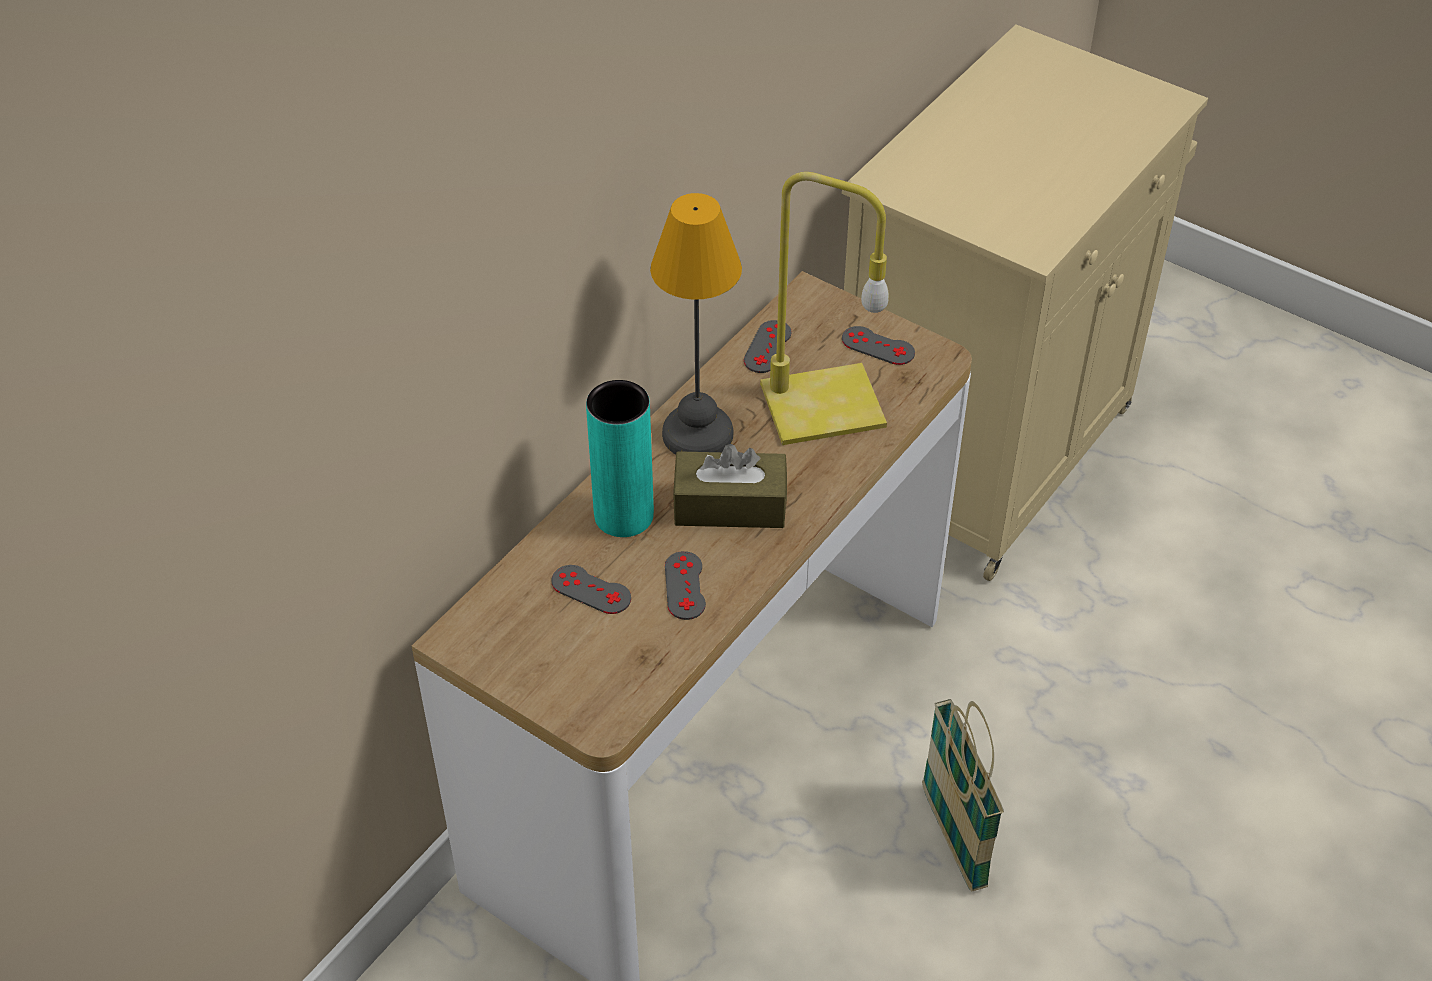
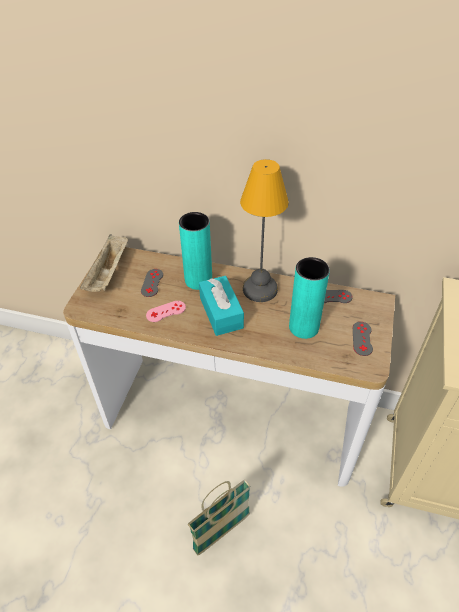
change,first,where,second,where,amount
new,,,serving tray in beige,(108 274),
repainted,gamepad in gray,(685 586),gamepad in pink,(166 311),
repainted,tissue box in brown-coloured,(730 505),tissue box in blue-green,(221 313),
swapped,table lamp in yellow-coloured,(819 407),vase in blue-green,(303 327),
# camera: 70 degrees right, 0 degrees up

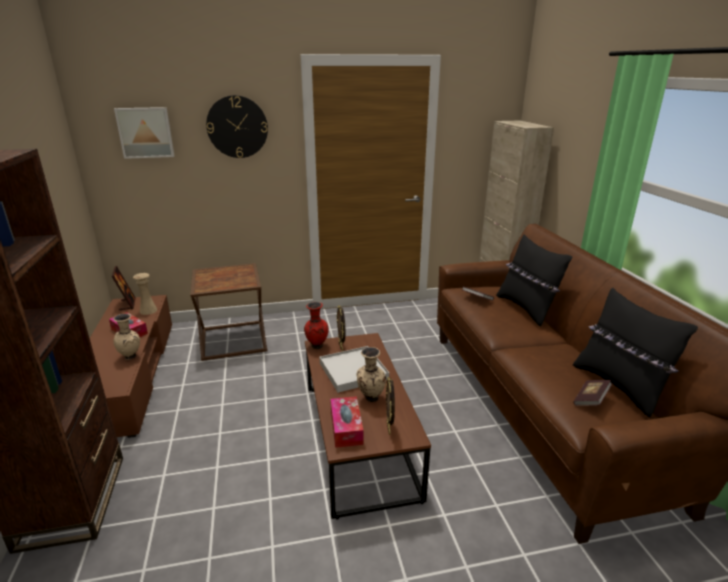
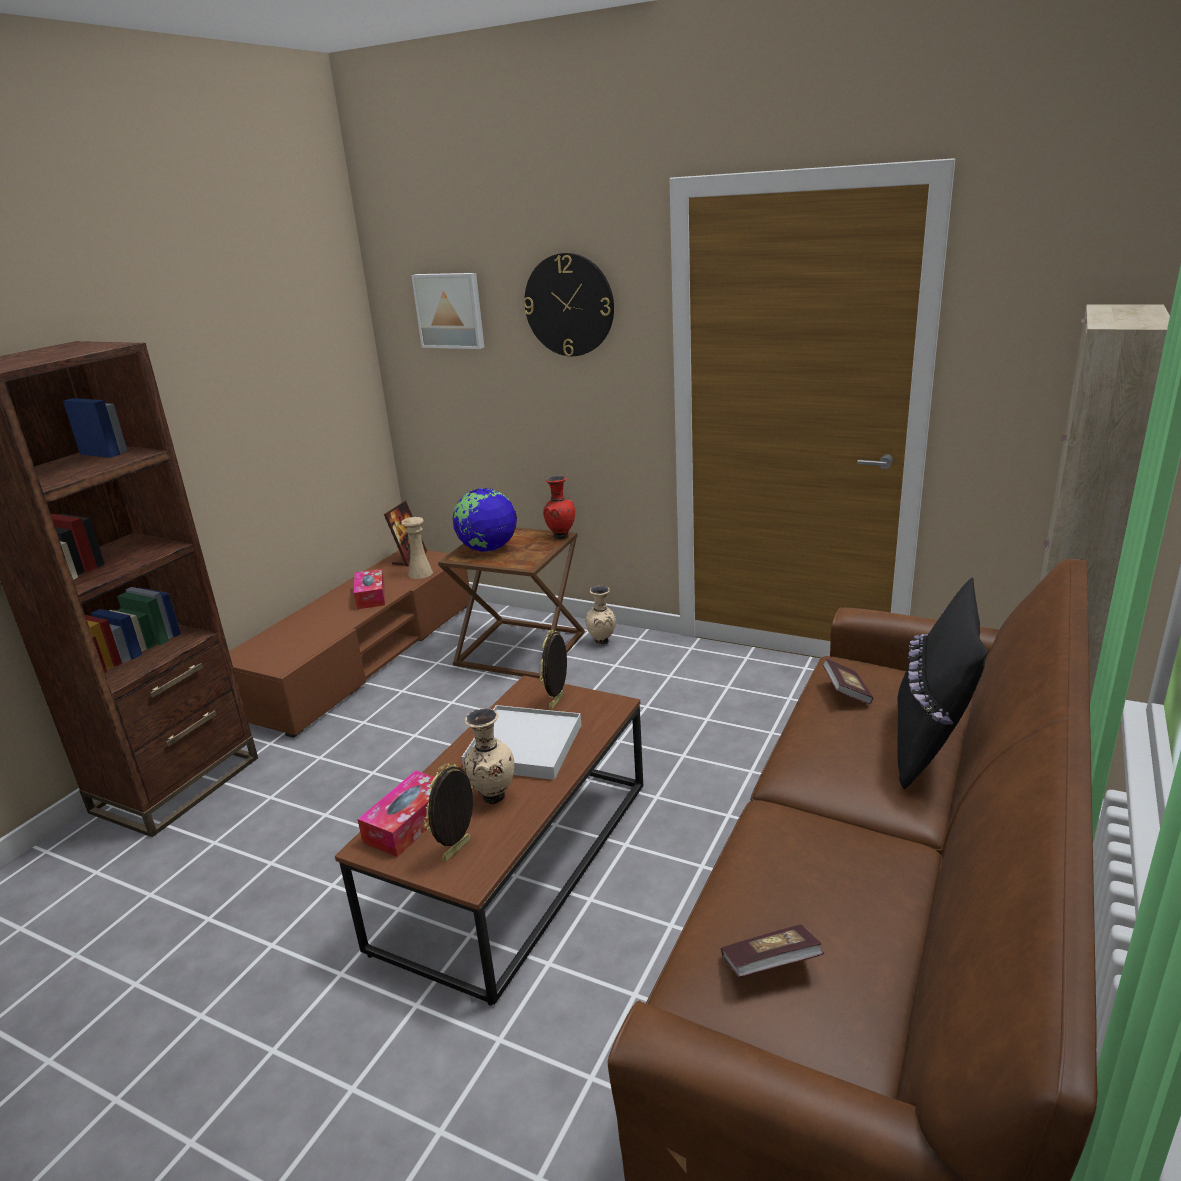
change,first,where,second,where,amount
new,,,globe,(487 549),
shifted,vase in red,(316 346),,(560 536),
shifted,vase in beige,(131 357),,(602 642),
gone,throw pillow in blackish,(619 386),,,
# camera: 40 degrees right, 0 degrees up

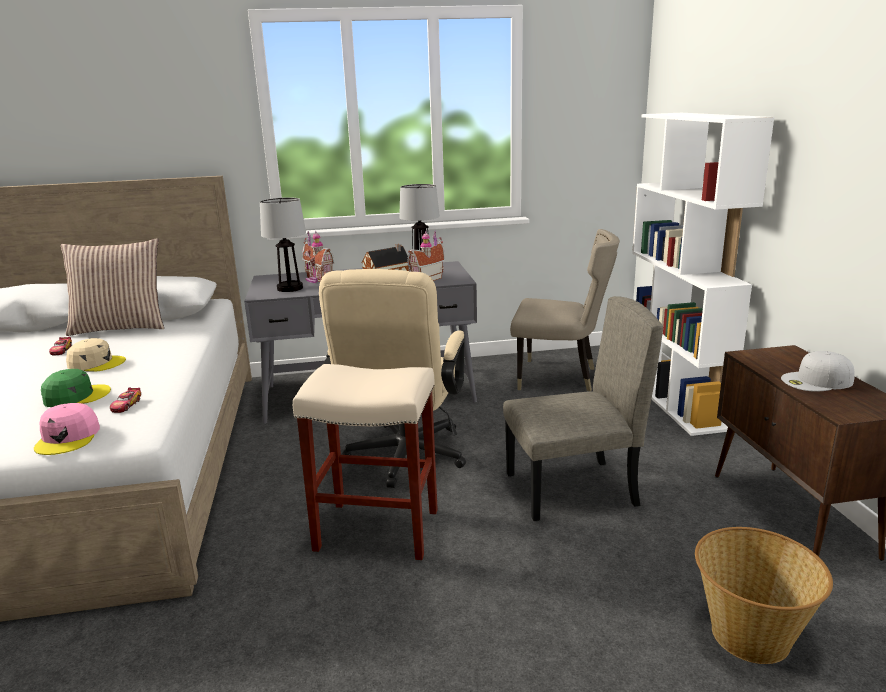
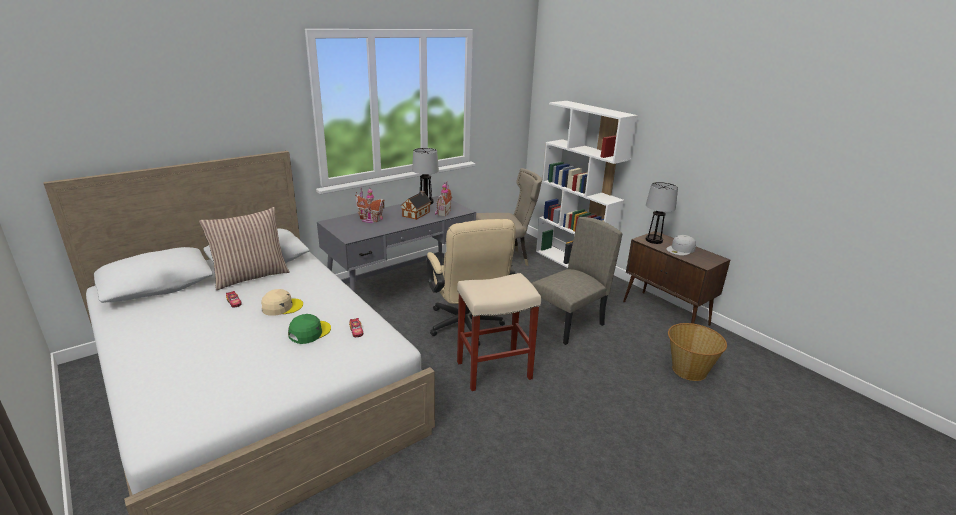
change,first,where,second,where,amount
shifted,table lamp,(289 288),,(653 240),
gone,baseball cap in pink,(68 437),,,
# camera: 30 degrees left, 5 degrees up

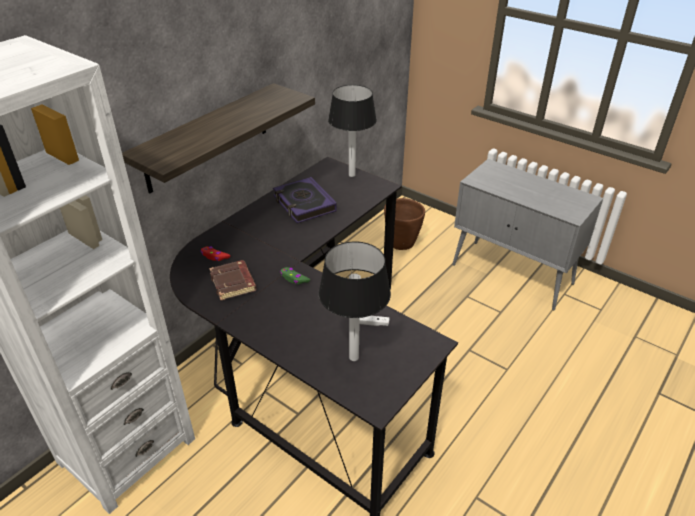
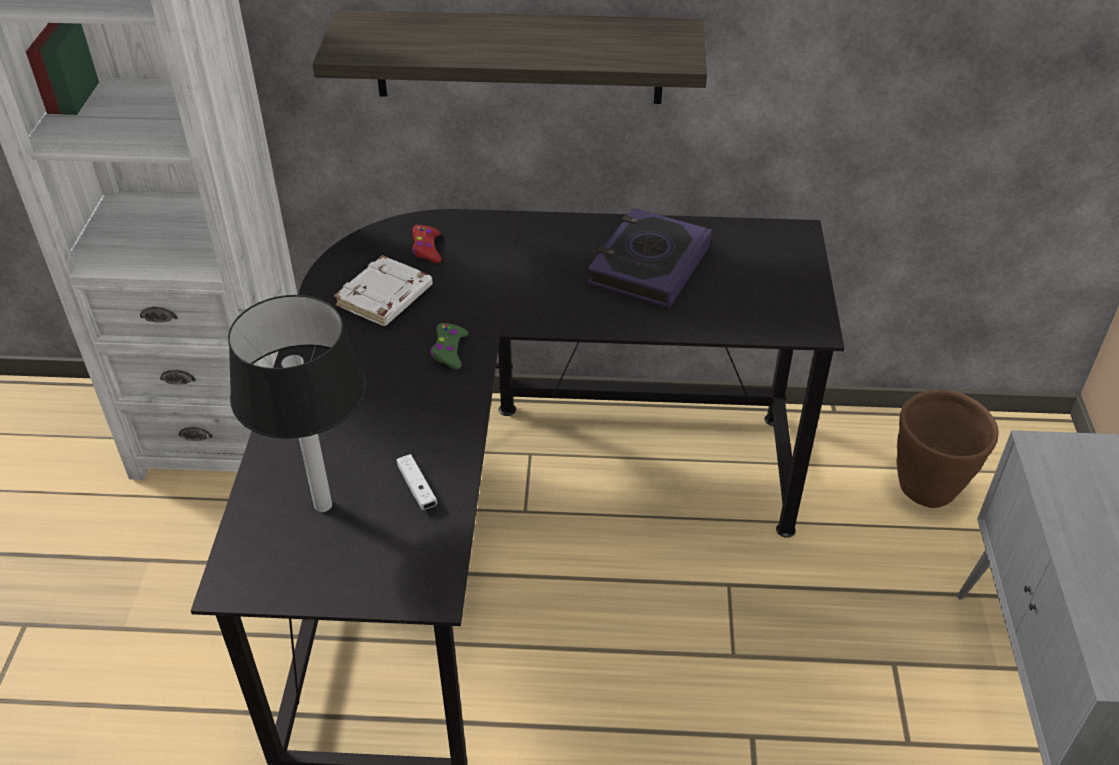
change,first,where,second,where,amount
repainted,bound book in brown-coloured,(234 283),bound book in white,(385 298),
gone,table lamp,(351 175),,,
# camera: 55 degrees right, 5 degrees up

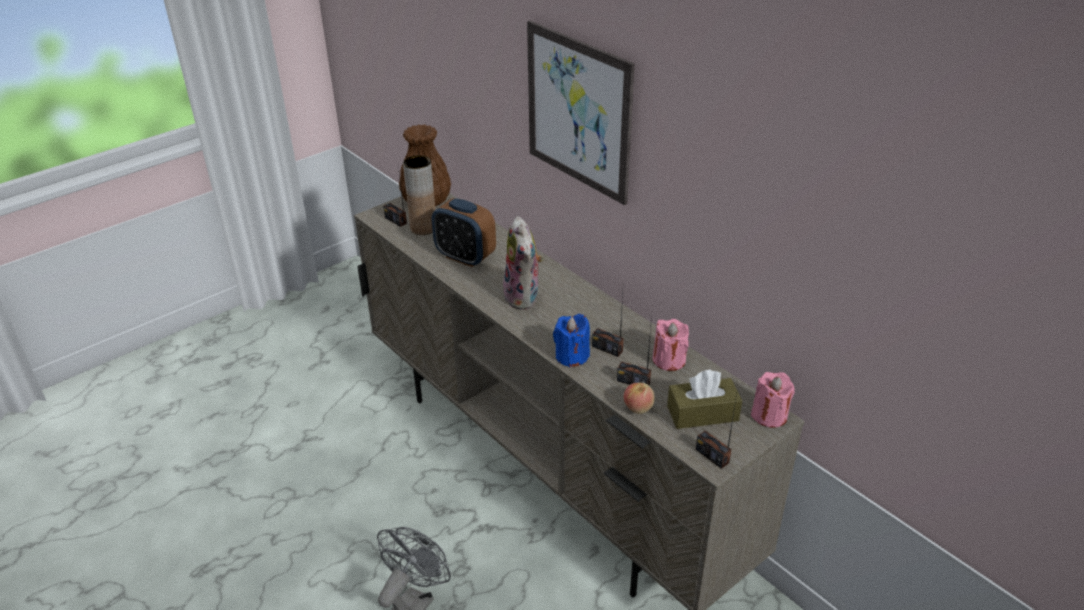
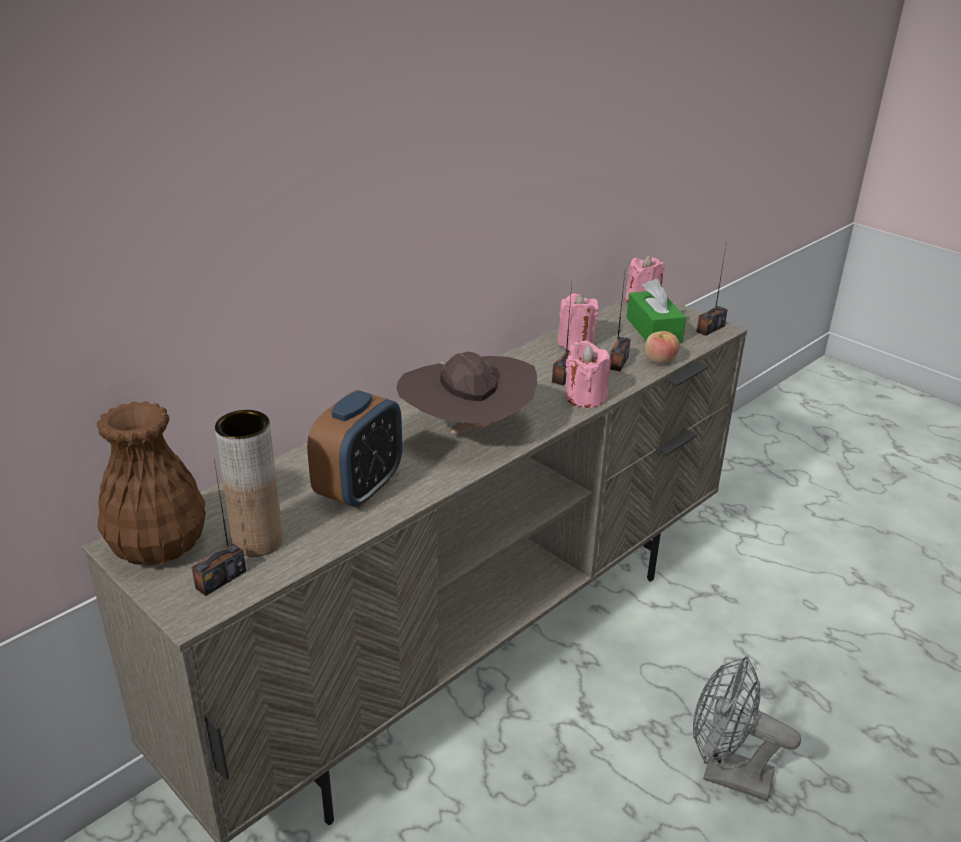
change,first,where,second,where,amount
swapped,cuddly toy,(524 297),clothing hat in brown-coloured,(467 432),
repainted,wax light in blue,(572 356),wax light in pink,(585 397),
repainted,tissue box in brown-coloured,(702 413),tissue box in greenish,(653 330),
gone,wall art,(578 112),,,
# camera: 95 degrees left, 5 degrees down

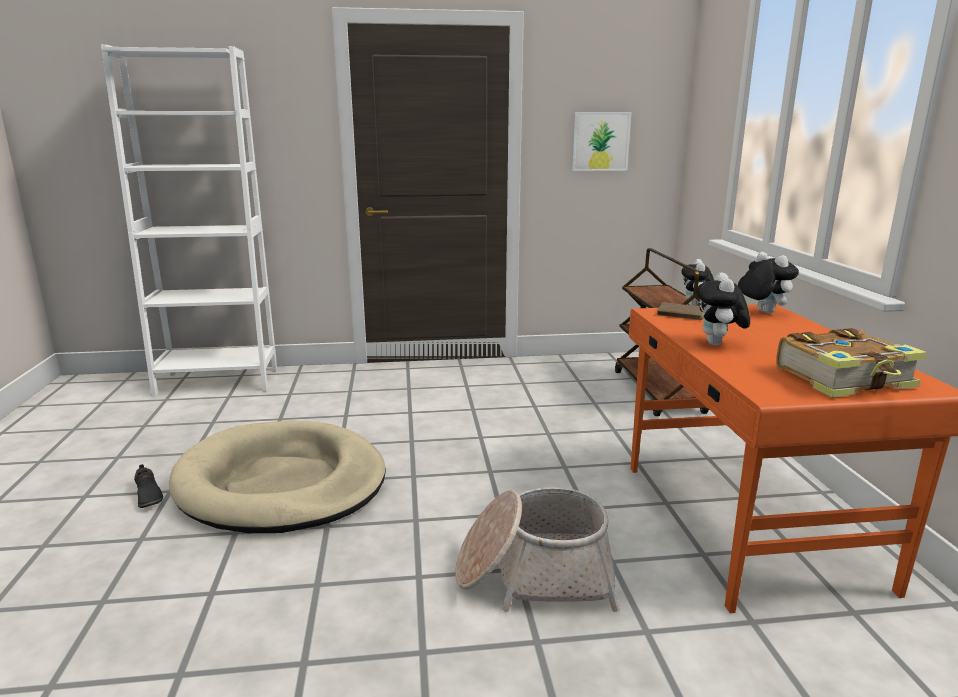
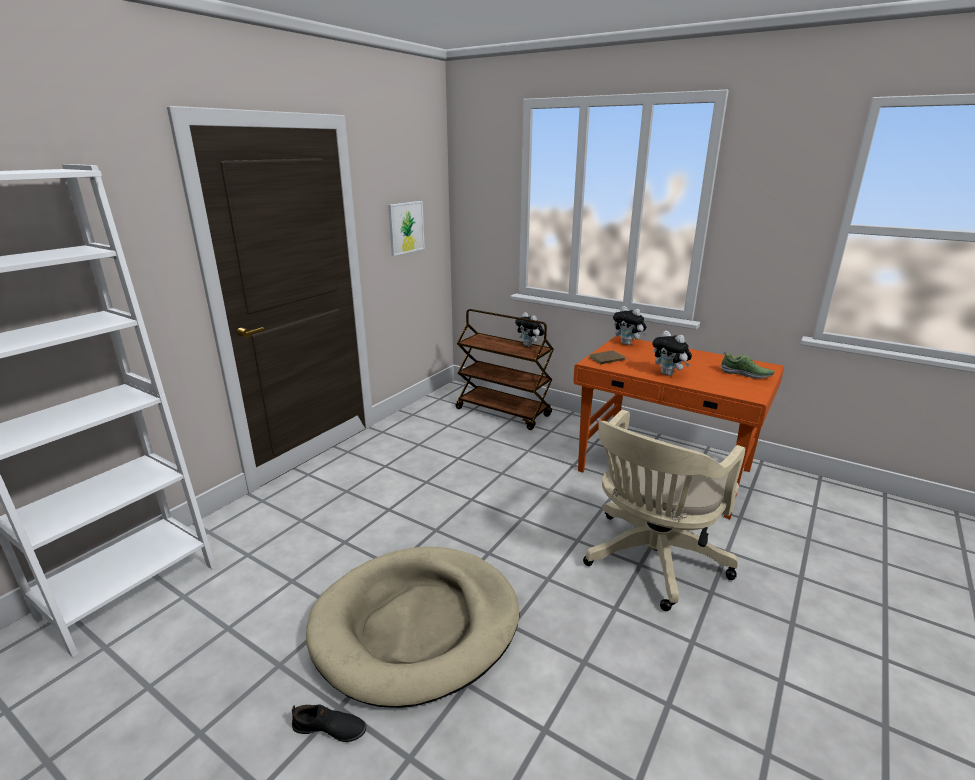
change,first,where,second,where,amount
swapped,storage basket,(534 574),office chair in beige,(651 561),
rotated,cuddly toy,(761 312),,(628 344),150 degrees counterclockwise
swapped,bound book,(845 379),item of footwear,(745 374),
# camera: 50 degrees left, 5 degrees up

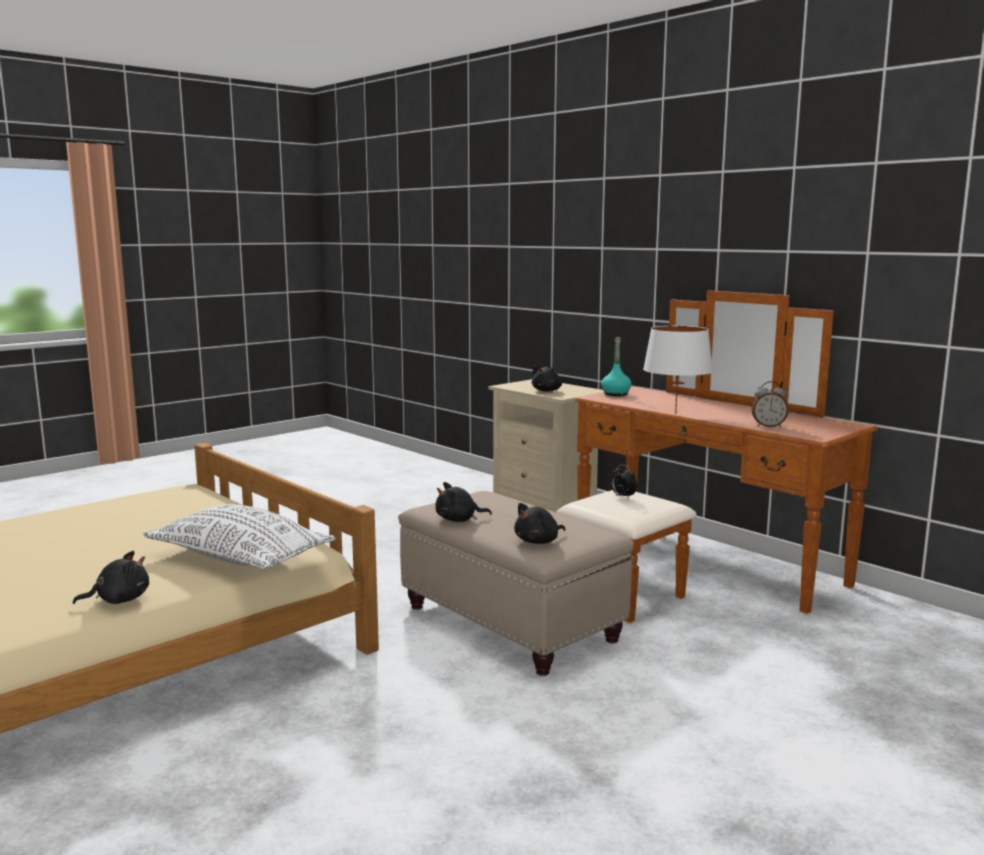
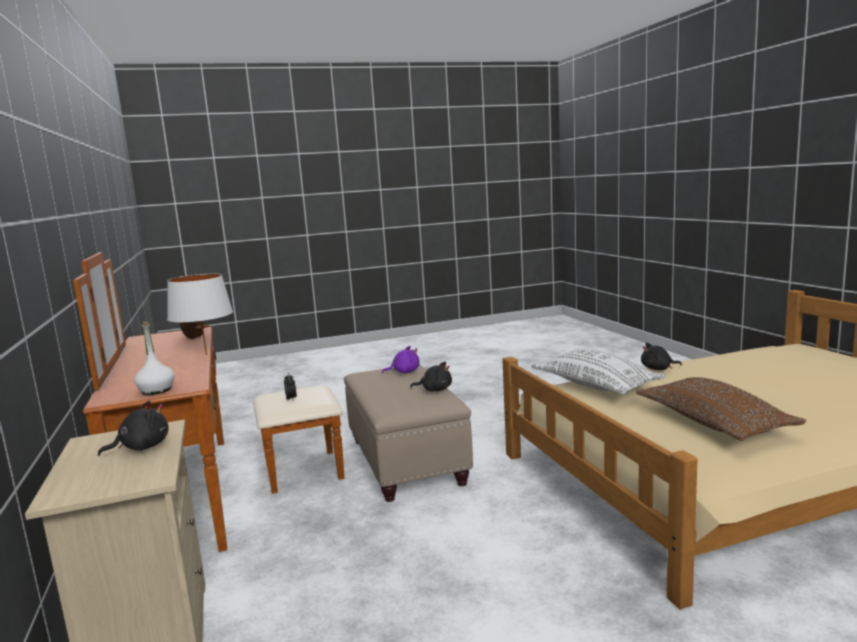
change,first,where,second,where,amount
repainted,bottle in blue-green,(615 394),bottle in white,(157 390),
repainted,cuddly toy in blackish,(539 541),cuddly toy in purple,(404 372),
new,,,throw pillow in brown-coloured,(713 423),
# camera: 155 degrees left, 0 degrees up

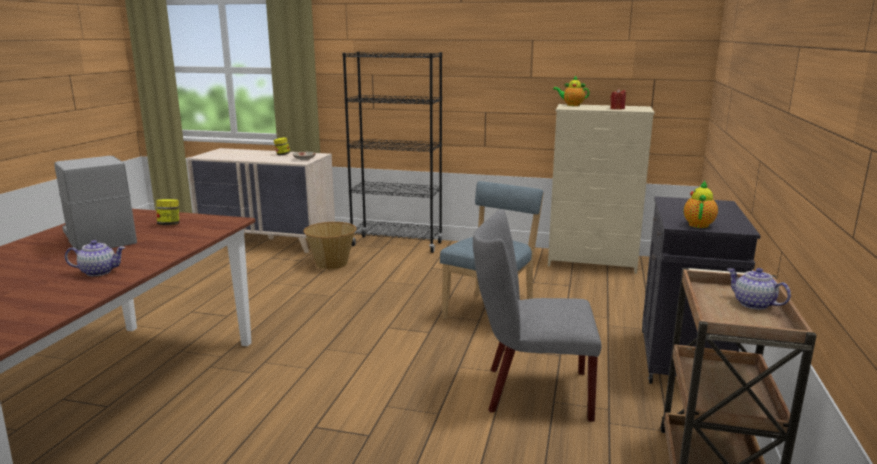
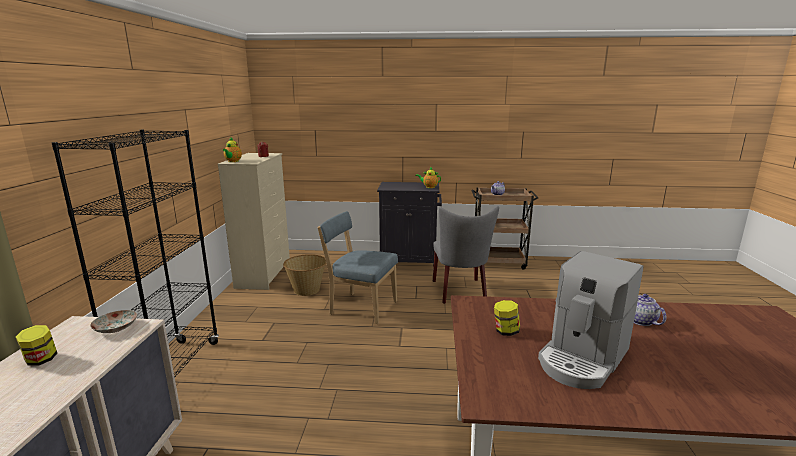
change,first,where,second,where,amount
shifted,storage basket,(332 264),,(307 290),
# camera: 100 degrees left, 0 degrees up

